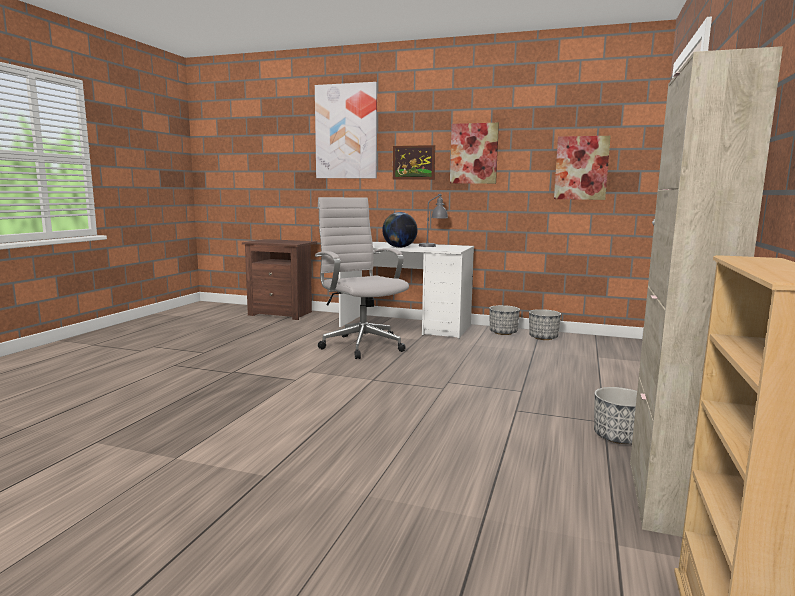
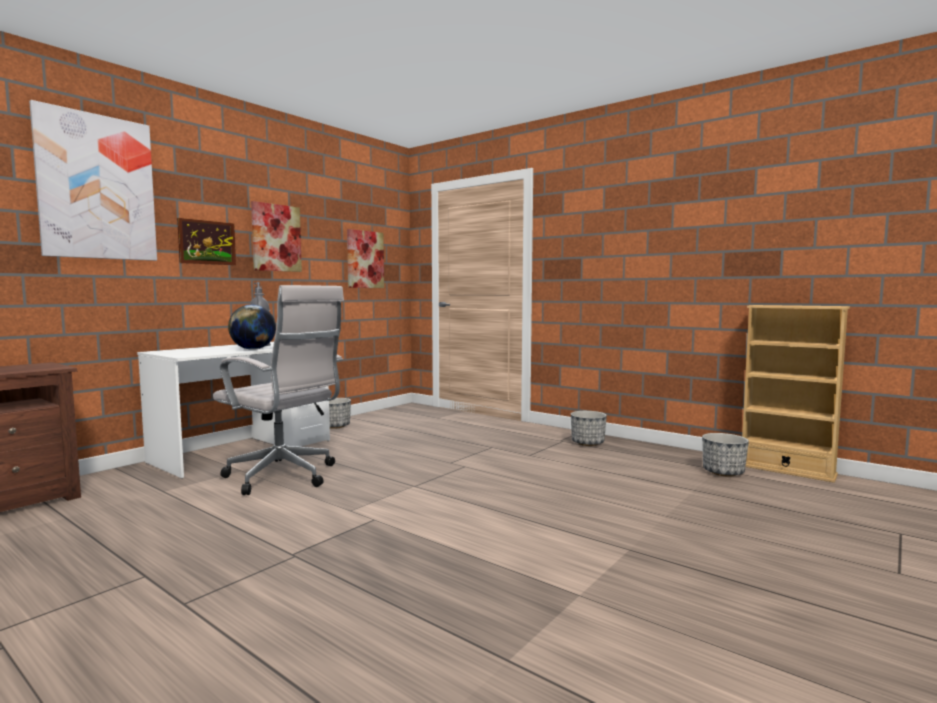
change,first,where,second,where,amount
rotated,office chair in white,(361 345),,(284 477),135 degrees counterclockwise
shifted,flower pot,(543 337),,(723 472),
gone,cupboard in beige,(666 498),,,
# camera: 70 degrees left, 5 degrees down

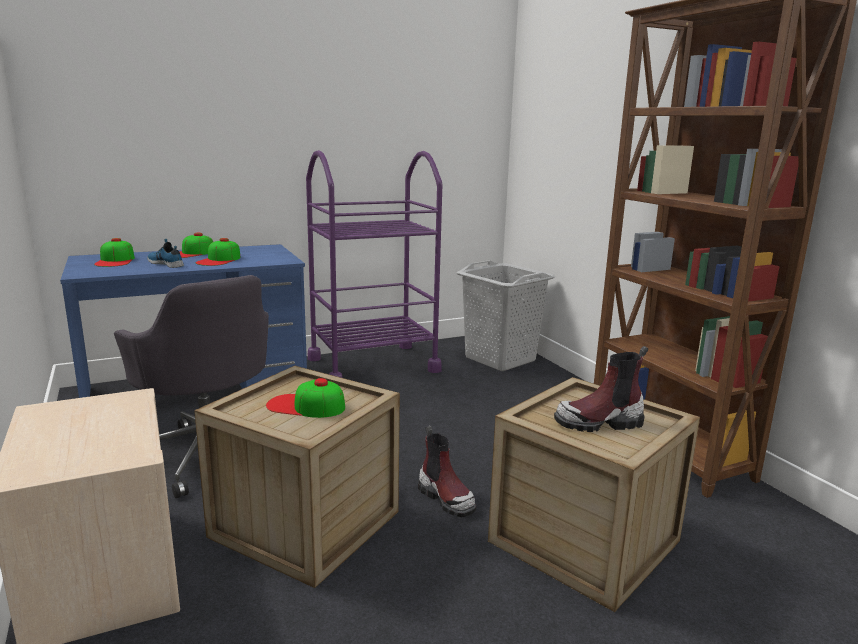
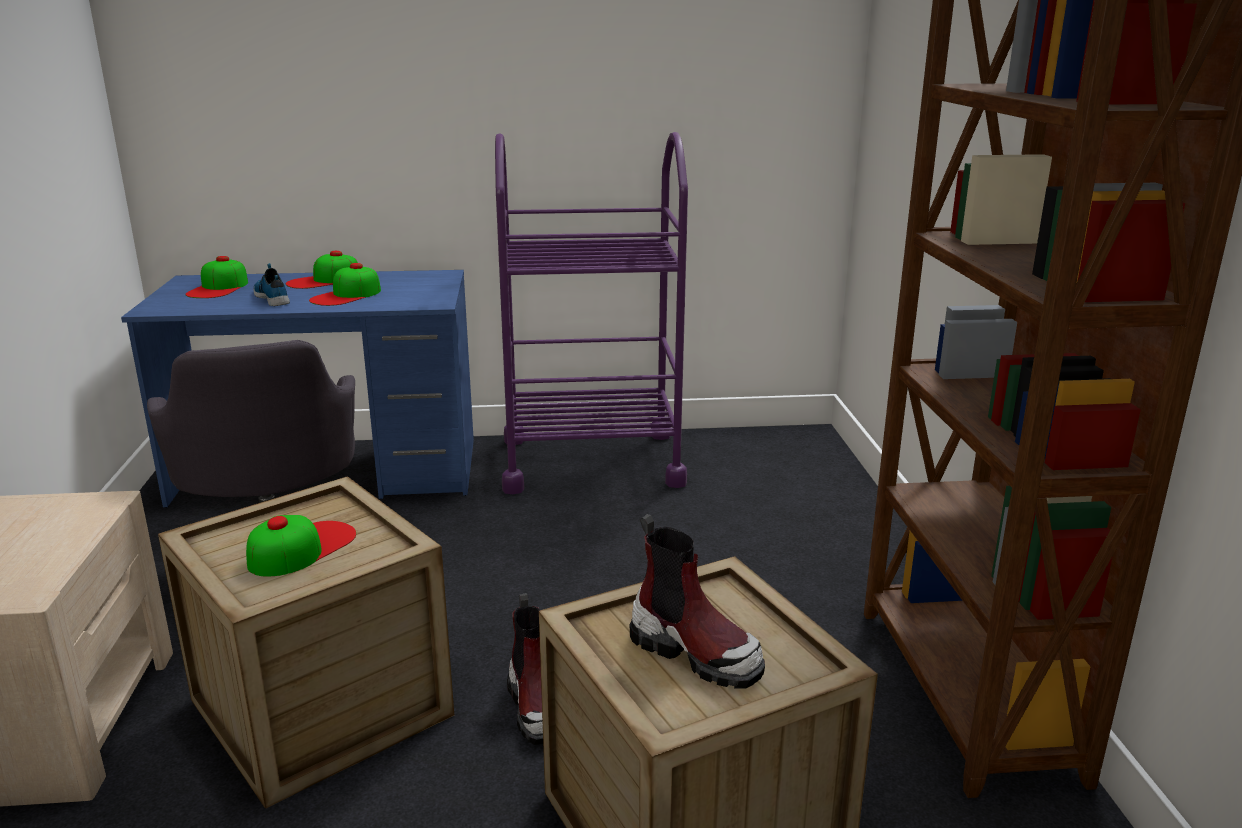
change,first,where,second,where,amount
rotated,baseball cap,(305 406),,(302 548),90 degrees clockwise
rotated,high-top boot,(599 423),,(696 652),150 degrees counterclockwise
gone,laundry basket in gray,(500 359),,,
# camera: 20 degrees right, 5 degrees up

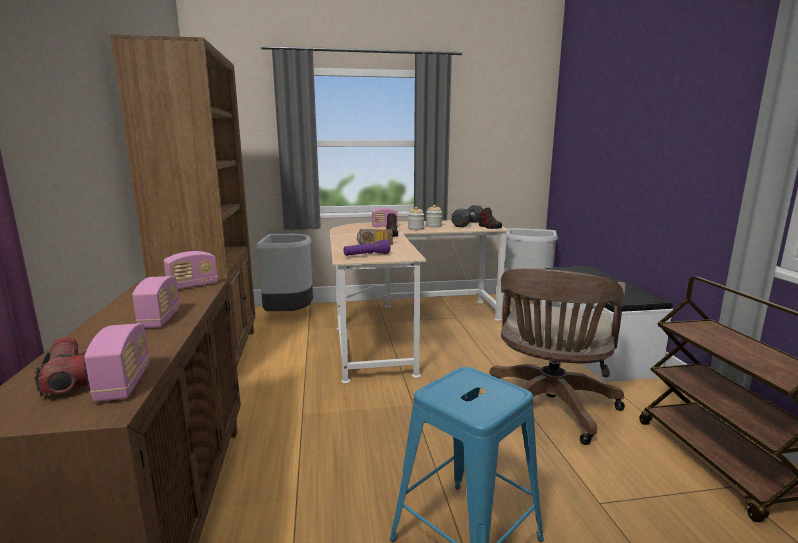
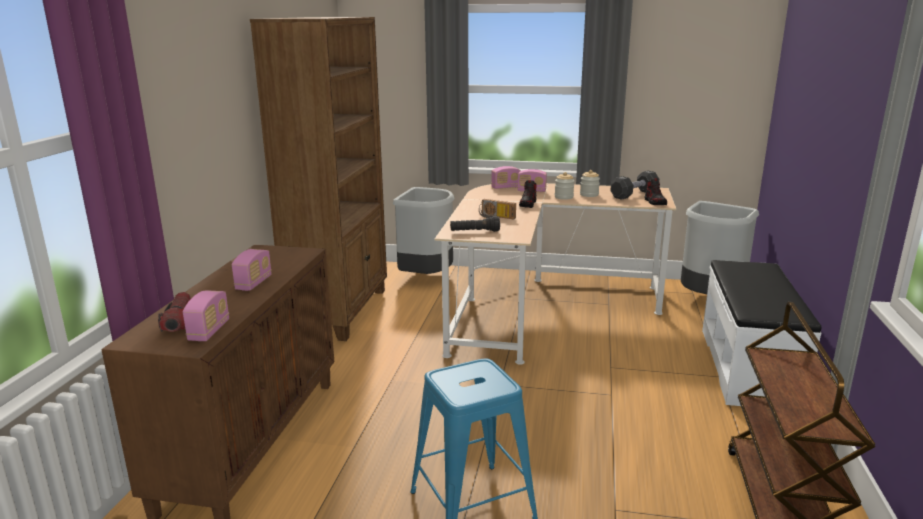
change,first,where,second,where,amount
repainted,hand torch in purple,(366 256),hand torch in blackish,(475 232),
shifted,radio set,(193 286),,(505 187),
gone,office chair in brown-coloured,(549 408),,,
# camera: 20 degrees right, 5 degrees up

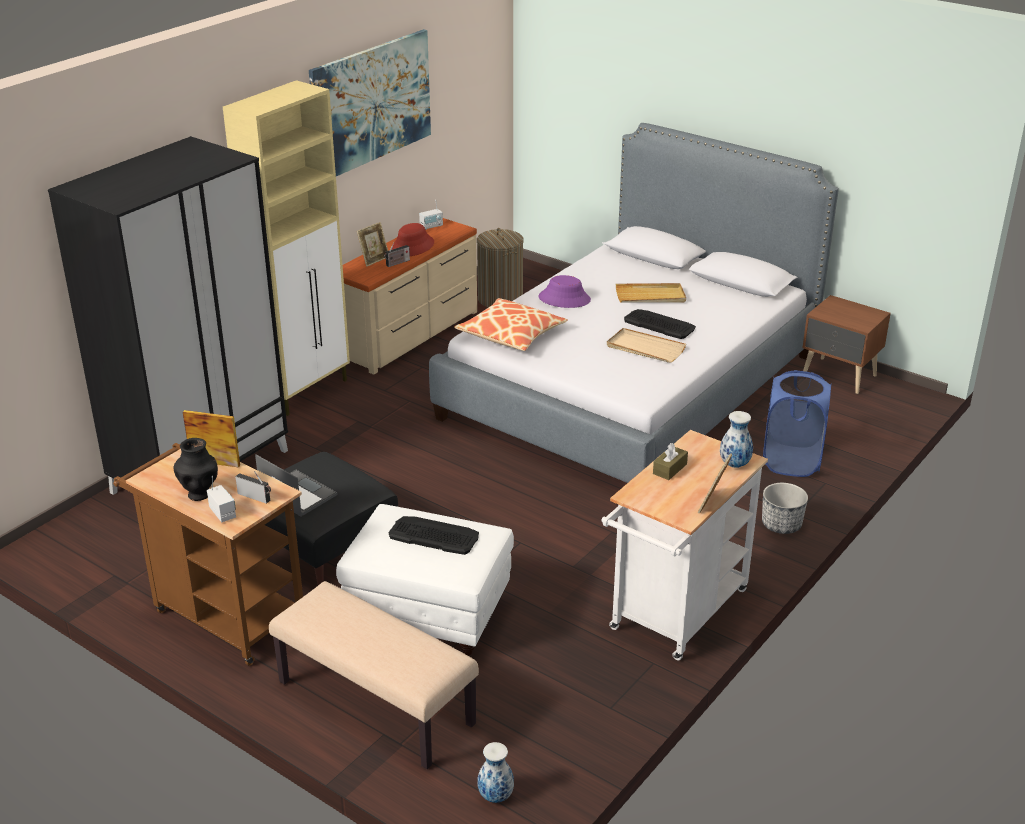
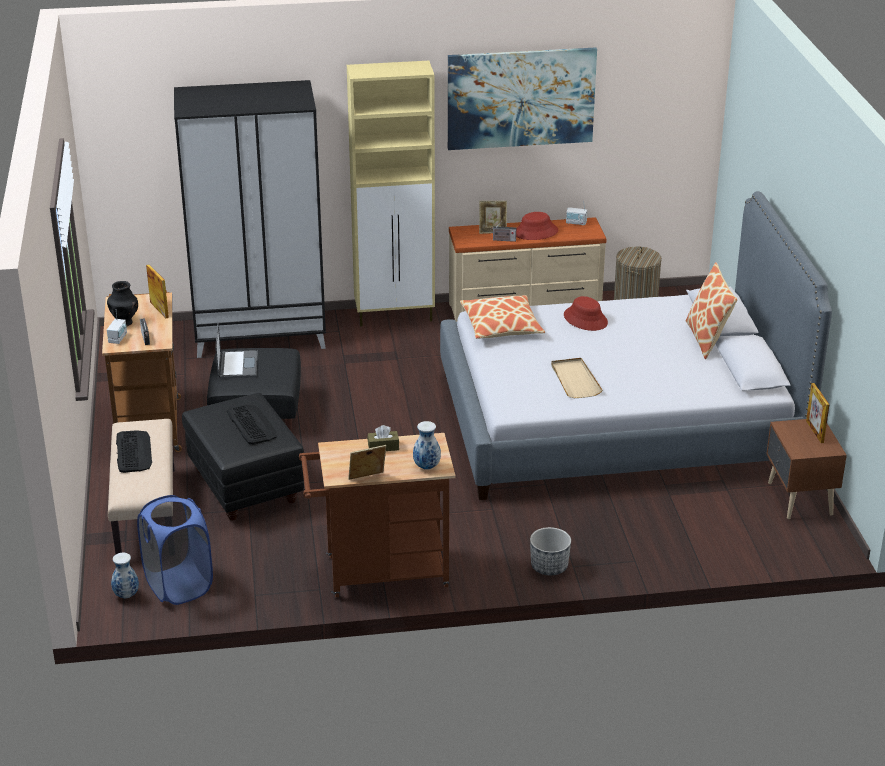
change,first,where,second,where,amount
shifted,computer keyboard,(659 324),,(133 452),
shifted,laundry basket in blue,(791 461),,(178 585),
repainted,pouffe in white,(428 616),pouffe in blackish,(245 486),
repainted,trolley in white,(674 615),trolley in brown-coloured,(379 573),
repainted,clothing hat in purple,(564 299),clothing hat in red,(585 319),
new,,,throw pillow,(707 339),
new,,,photo frame,(814 431),
gone,serving tray in beige,(650 296),,,
# camera: 45 degrees right, 0 degrees up

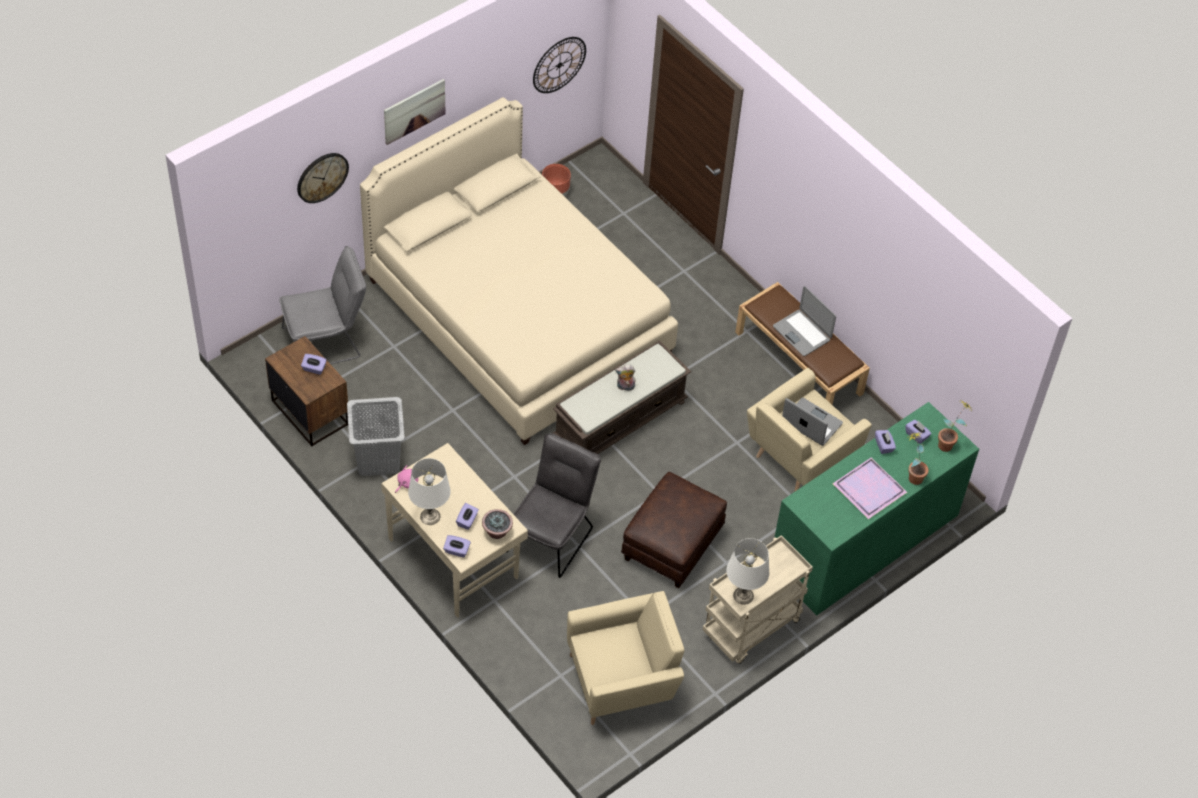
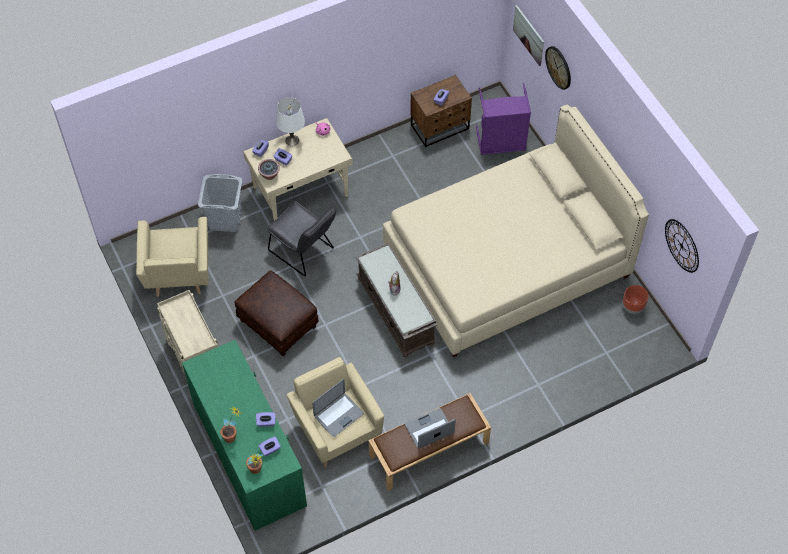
change,first,where,second,where,amount
shifted,laundry basket in gray,(377 458),,(225 219),
swapped,upright chair in gray,(327 342),laundry basket in purple,(501 143),
shifted,wall art,(414 111),,(528 35),
gone,table lamp in white,(743 595),,,
gone,serving tray in purple,(867 489),,,
# camera: 105 degrees right, 5 degrees up

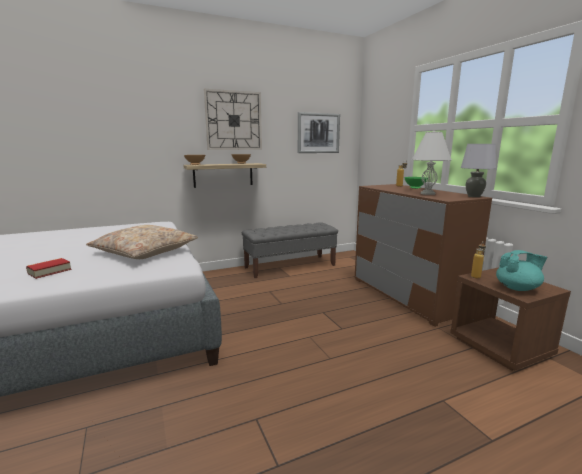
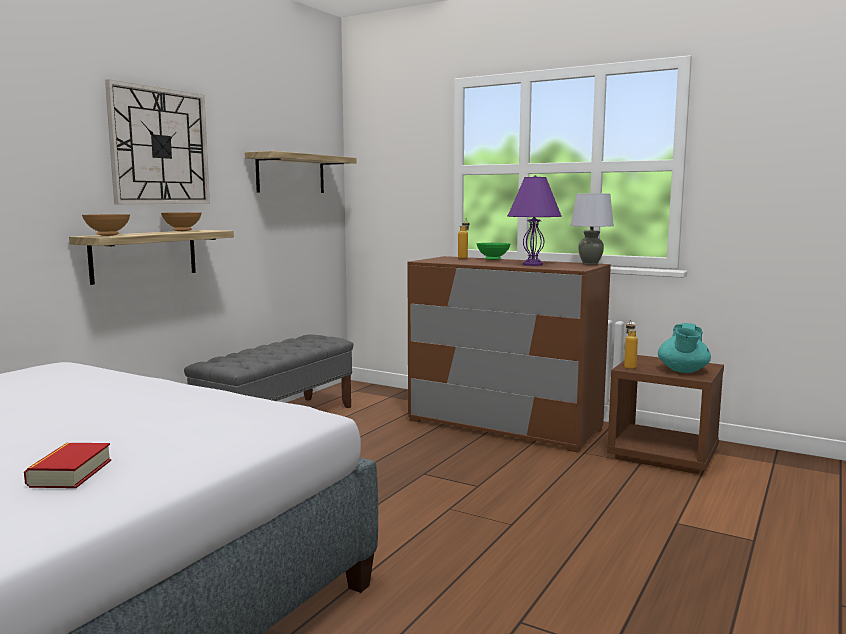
change,first,where,second,where,amount
swapped,wall art,(318 133),shelf,(291 174),
repainted,table lamp in white,(427 193),table lamp in purple,(533 265),
rotated,tea pot in blue-green,(518 288),,(683 371),150 degrees clockwise
gone,throw pillow in beige,(145 252),,,
# camera: 35 degrees left, 5 degrees down

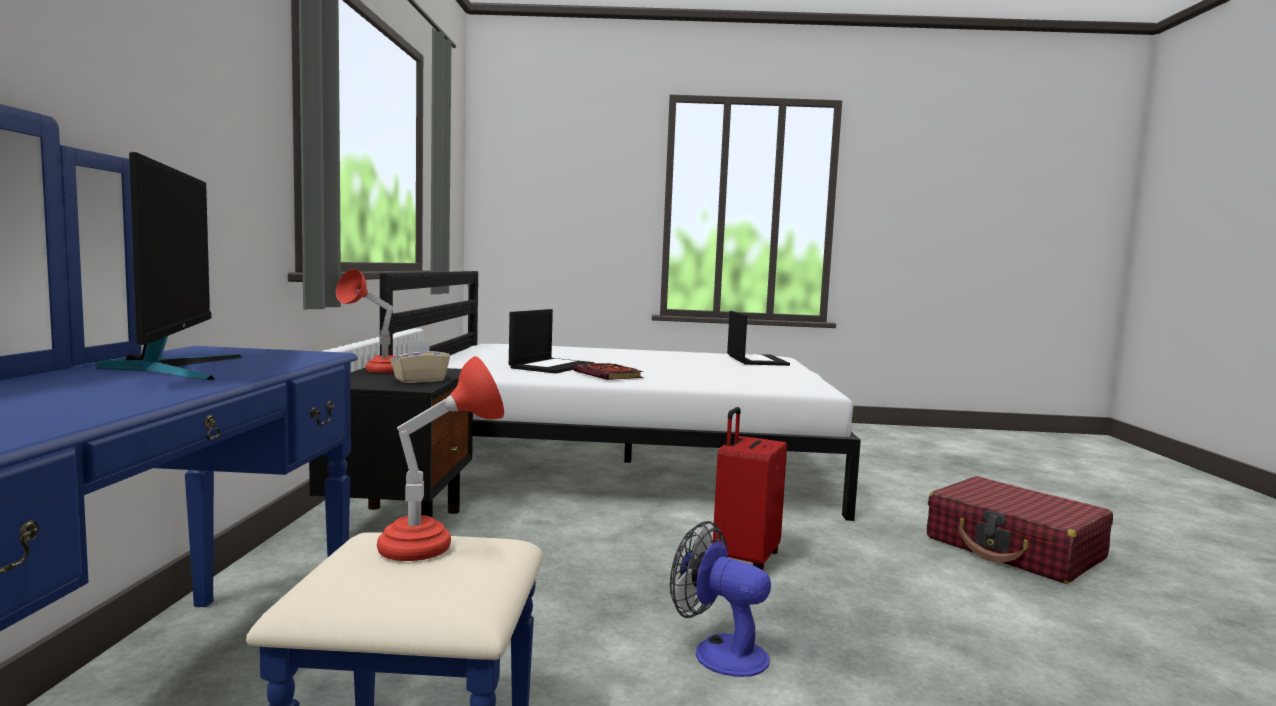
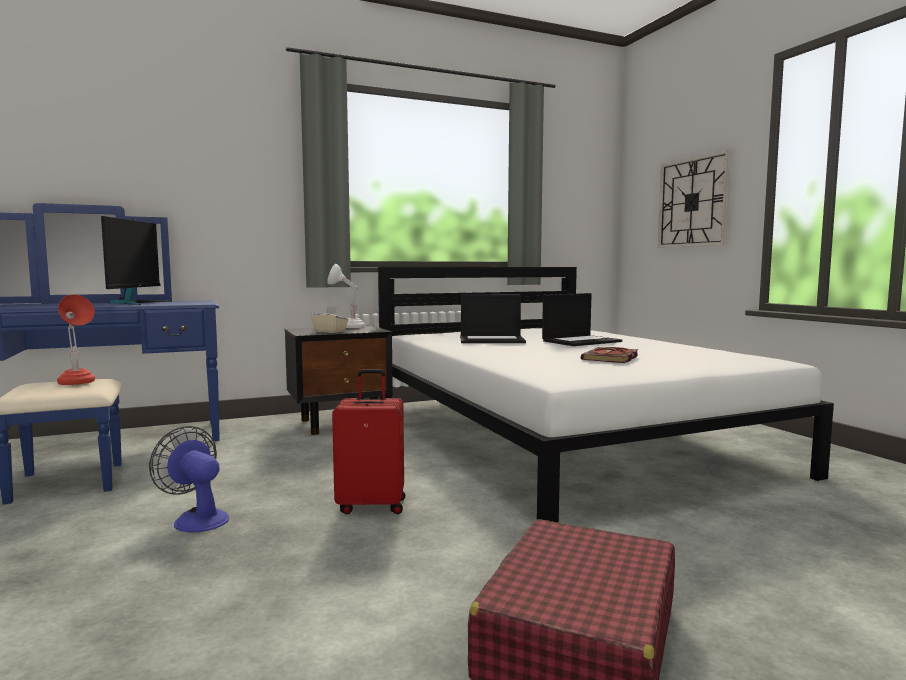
change,first,where,second,where,amount
rotated,computer display,(173 367),,(136 303),45 degrees counterclockwise
rotated,cooling fan,(719 652),,(196 518),60 degrees counterclockwise
repainted,table lamp in red,(374 371),table lamp in white,(347 327),
shifted,portable computer,(756 360),,(581 341),
shifted,bound book,(610 375),,(611 358),
new,,,clock on the wall,(693 202),
# camera: 65 degrees right, 0 degrees up

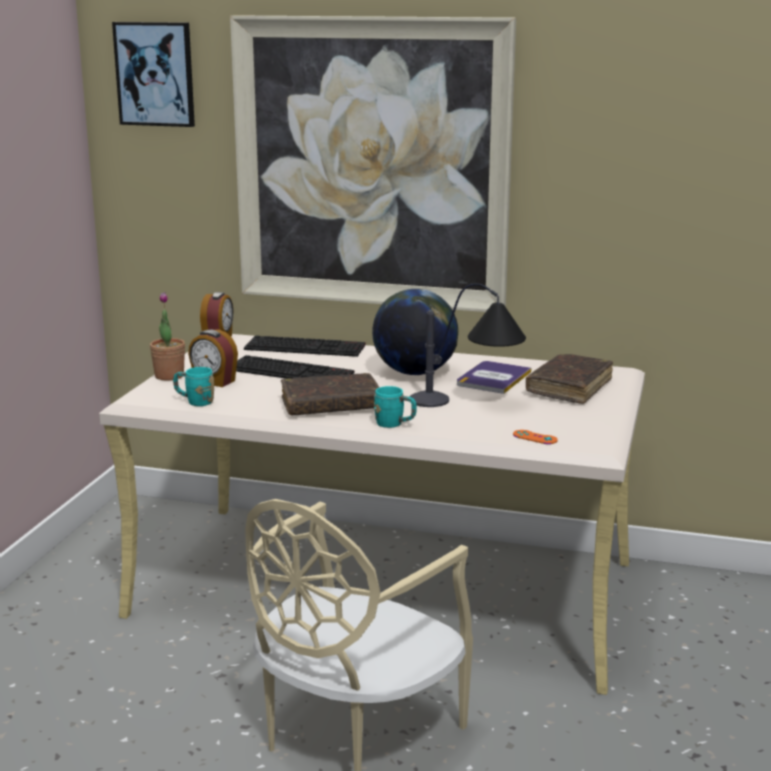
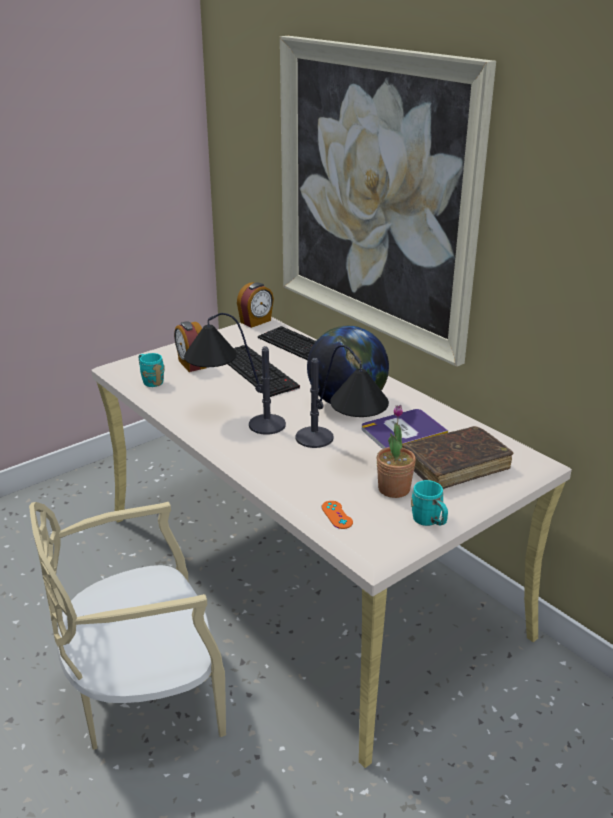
change,first,where,second,where,amount
swapped,bound book in brown-coloured,(330 405),table lamp,(233 417),
shifted,plant in a pot,(169 376),,(394 489),
shifted,mug in blue-green,(395 424),,(429 522),
gone,wall art,(155 74),,,
# camera: 35 degrees right, 10 degrees up

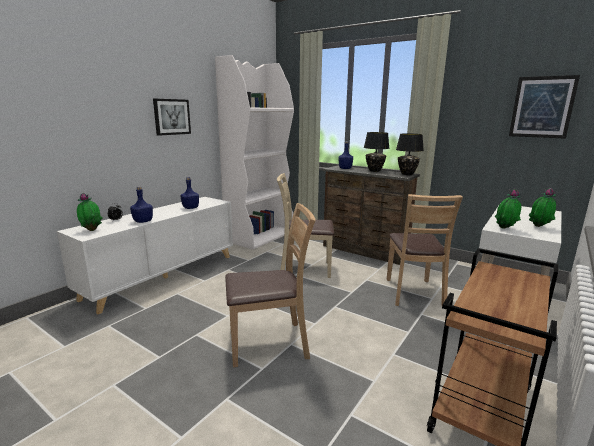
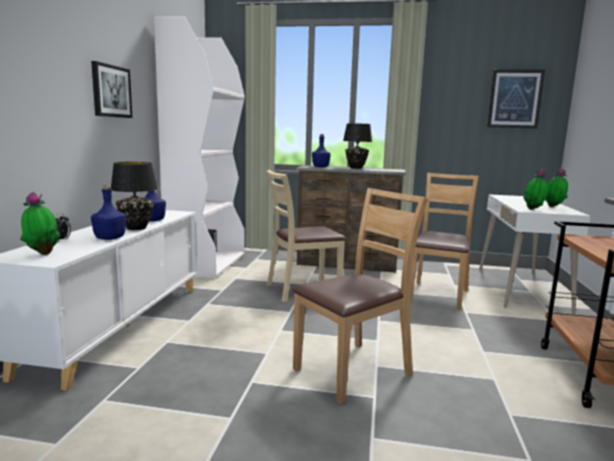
change,first,where,second,where,amount
shifted,table lamp in blackish,(407 174),,(136 228),
rotated,upright chair in brown-coloured,(413 293),,(438 295),135 degrees counterclockwise
# camera: 25 degrees left, 5 degrees down

